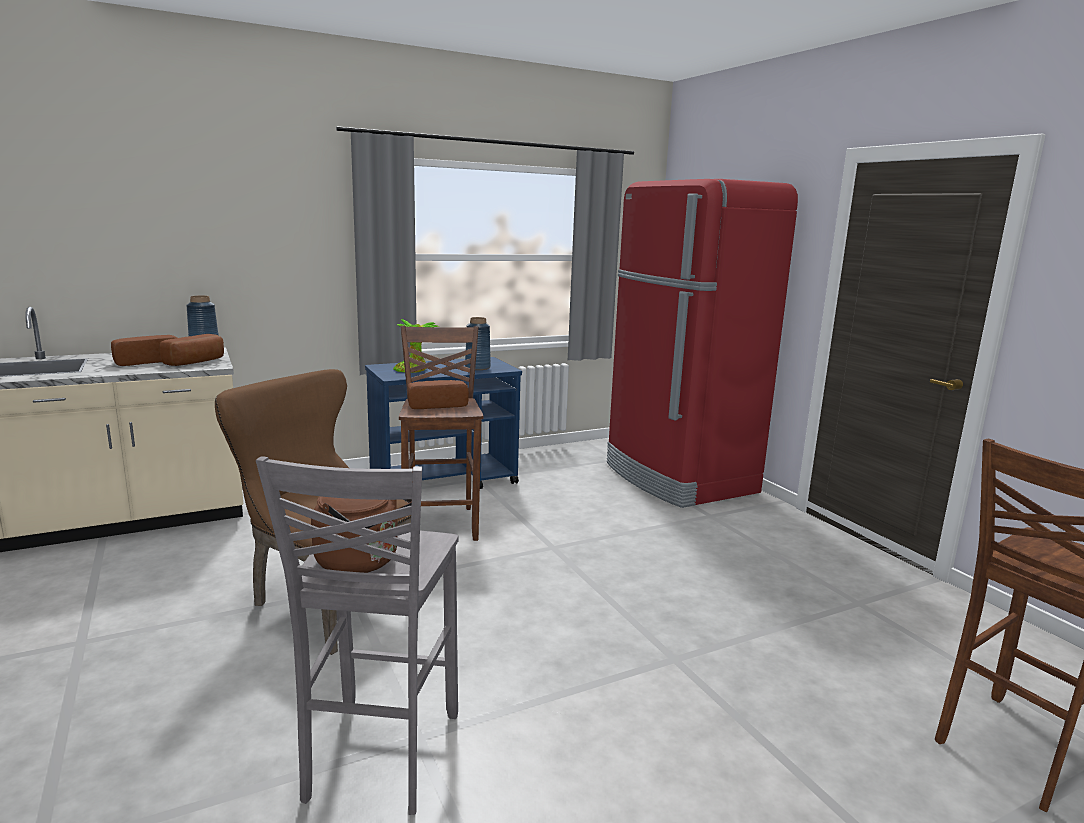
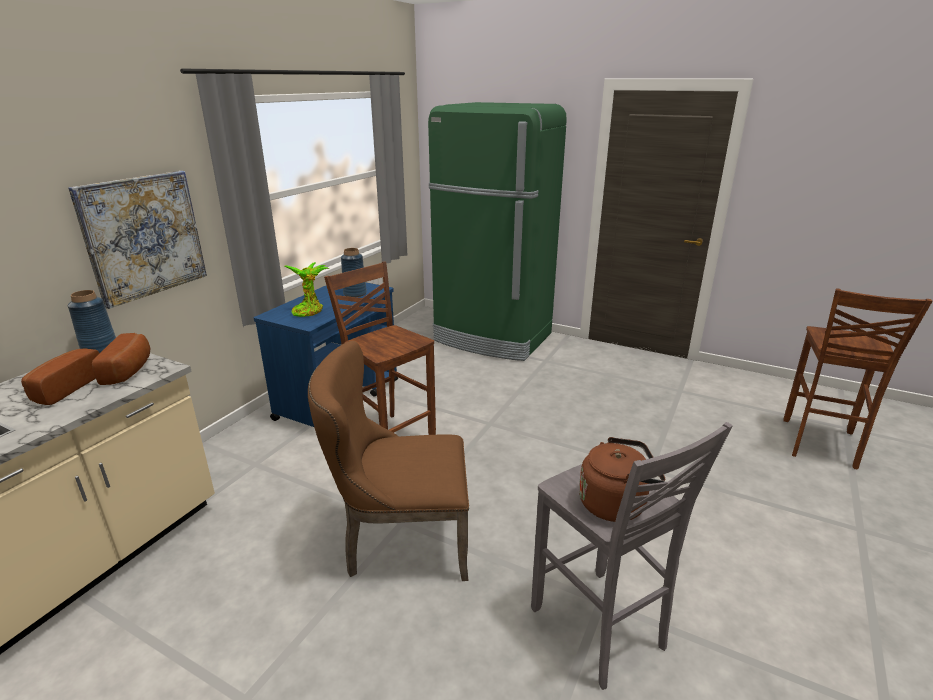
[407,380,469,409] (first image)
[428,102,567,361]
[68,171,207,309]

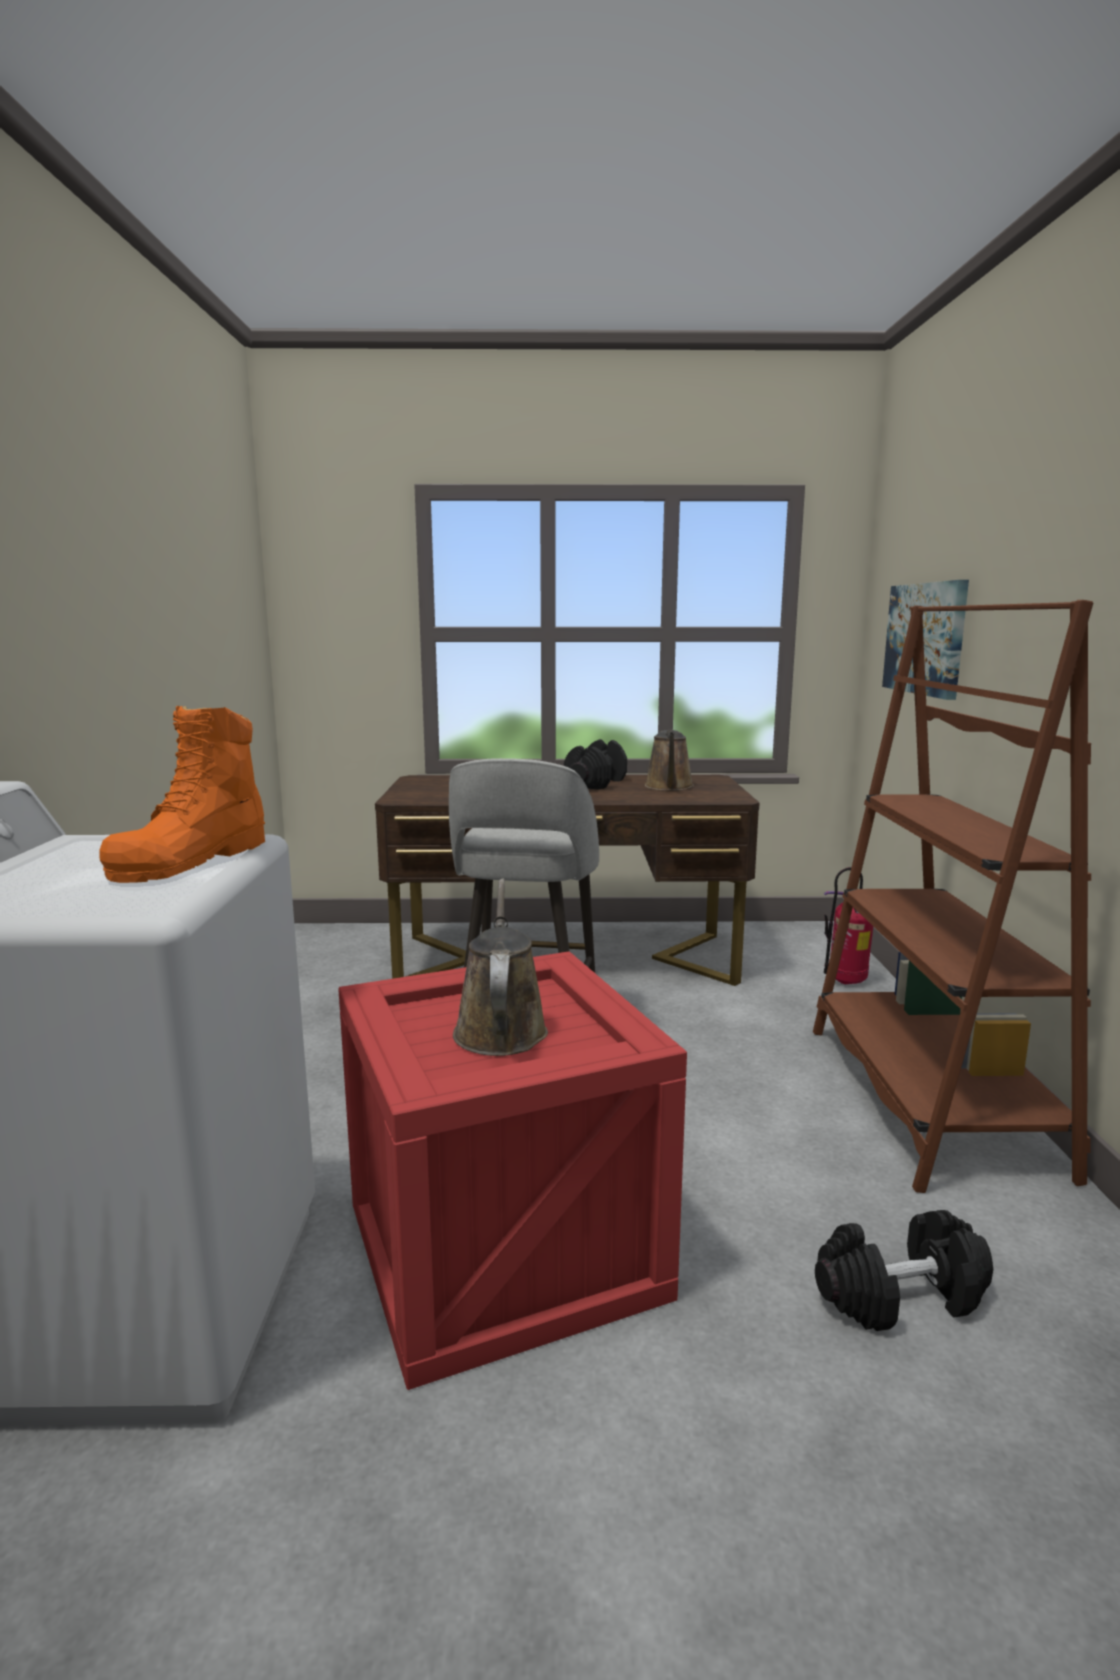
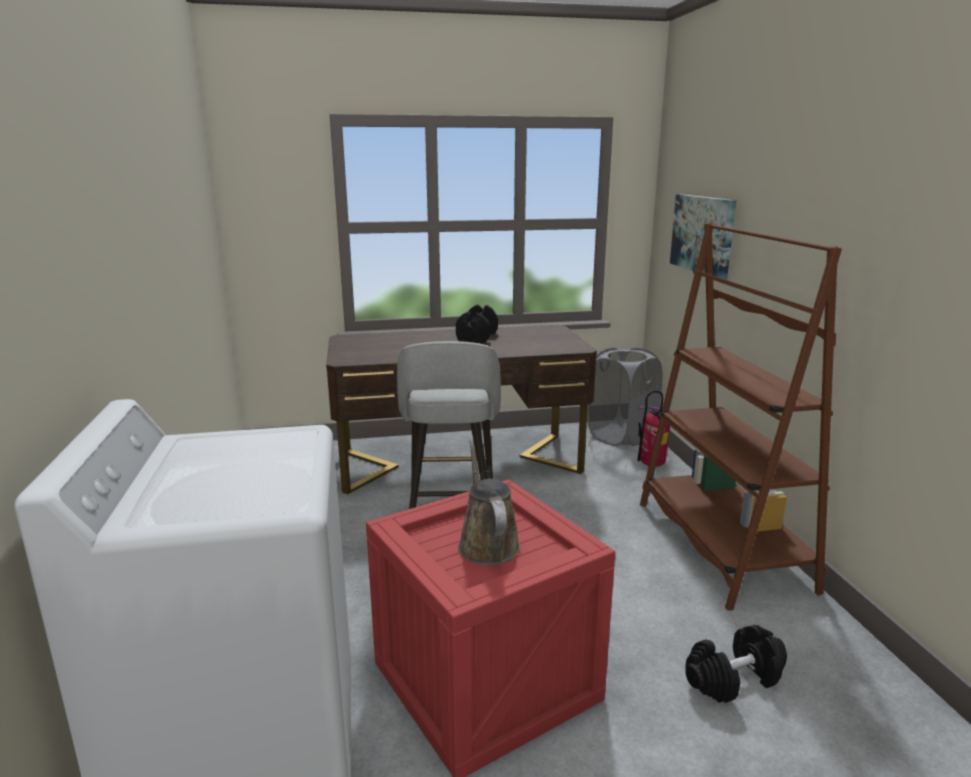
[99,706,265,883] (first image)
[645,730,694,791] (first image)
[587,348,663,446]

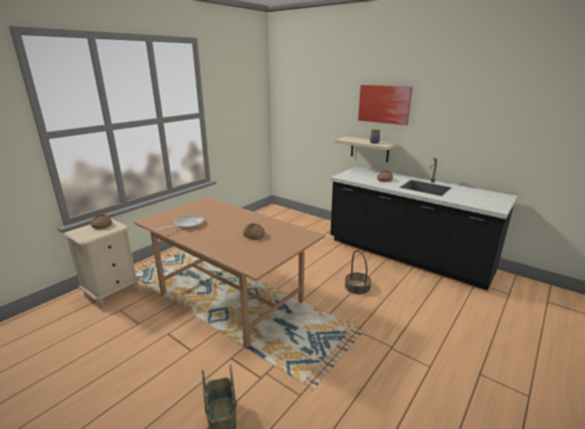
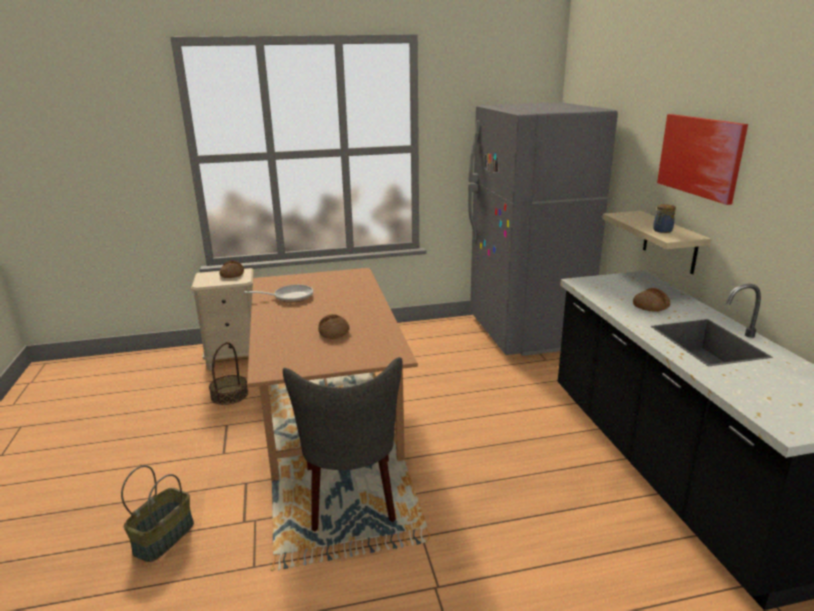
[209,342,248,405]
[283,357,402,532]
[468,102,618,356]

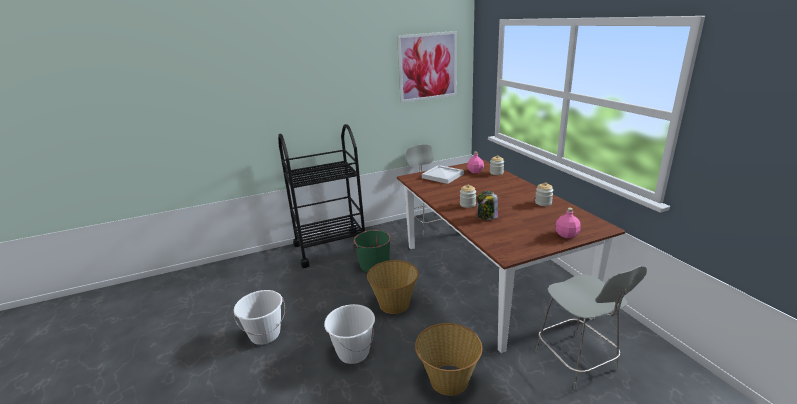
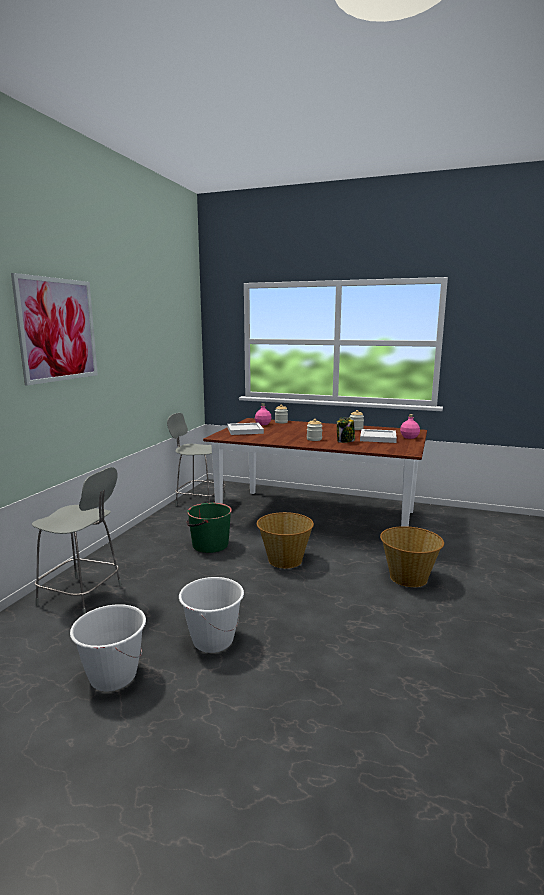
[278,124,365,268] (first image)
[70,604,146,692]
[11,273,98,385]
[31,467,122,615]
[360,429,397,443]

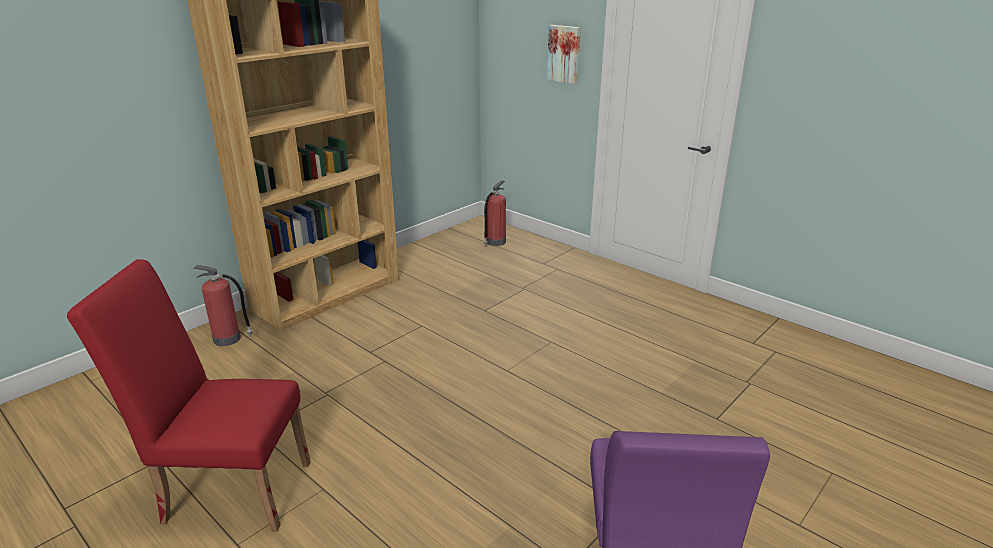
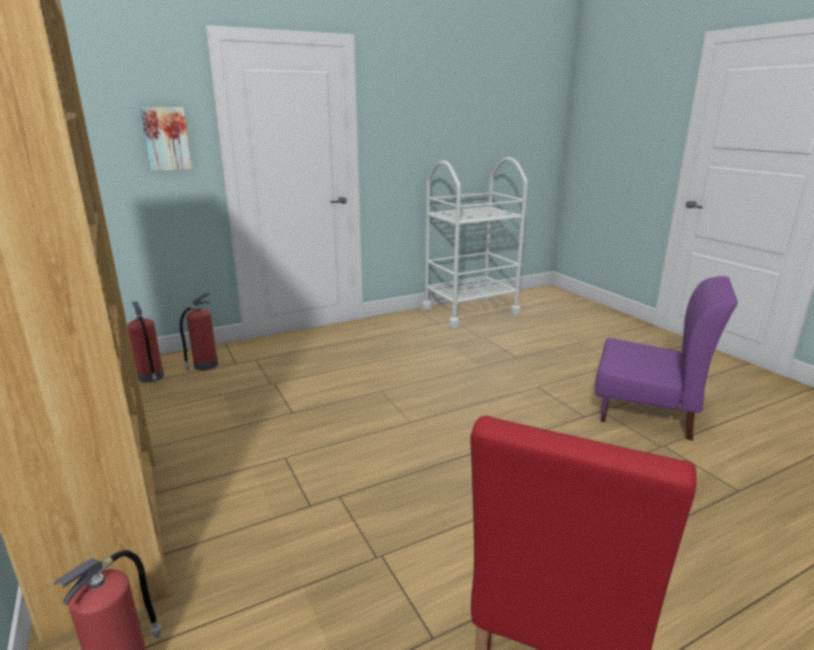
[180,293,218,371]
[422,157,528,328]

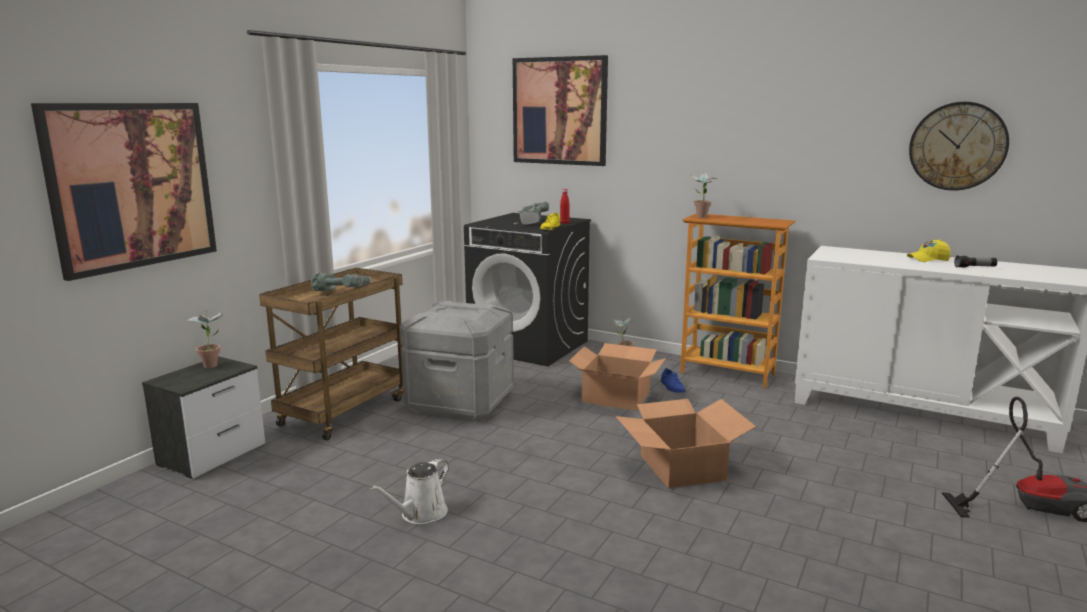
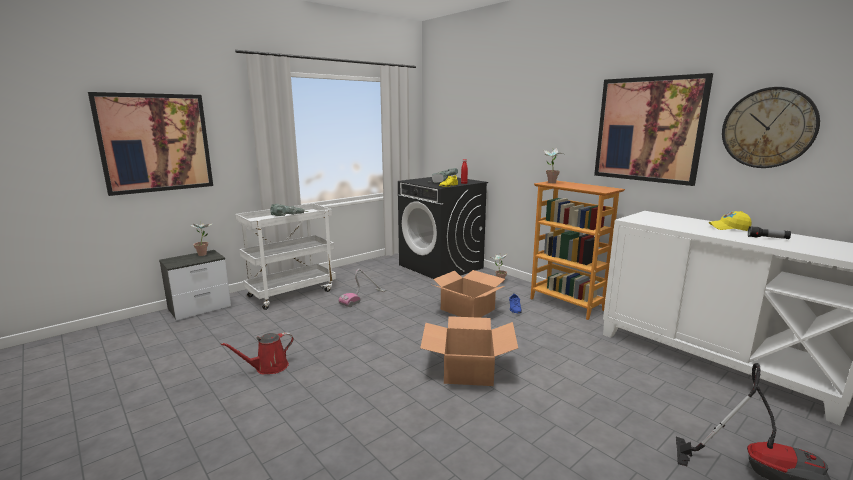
[235,203,336,310]
[221,332,294,374]
[339,269,387,307]
[594,73,713,186]

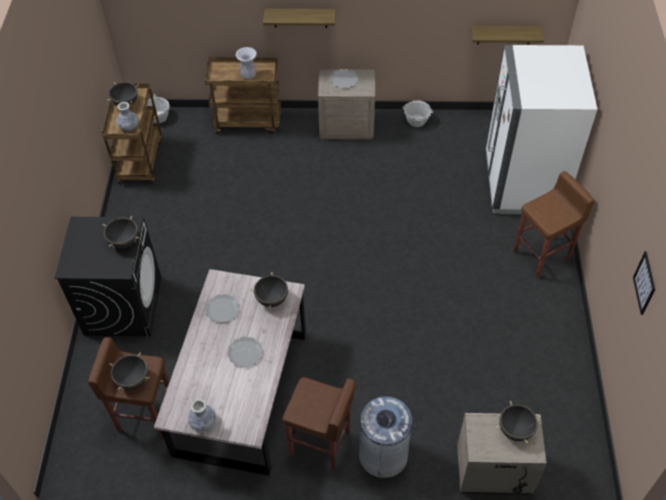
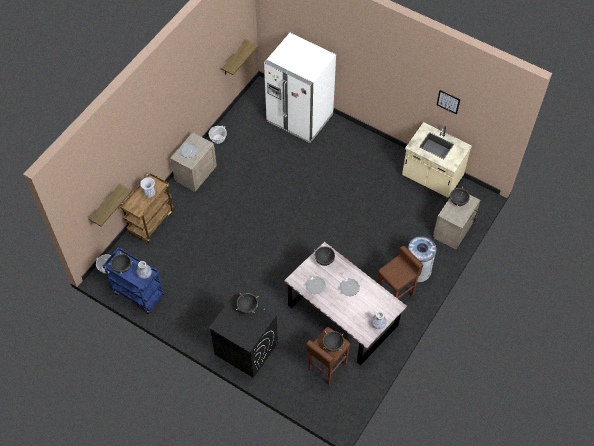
[103,248,164,314]
[89,184,132,226]
[513,171,595,278] (first image)
[402,122,472,198]

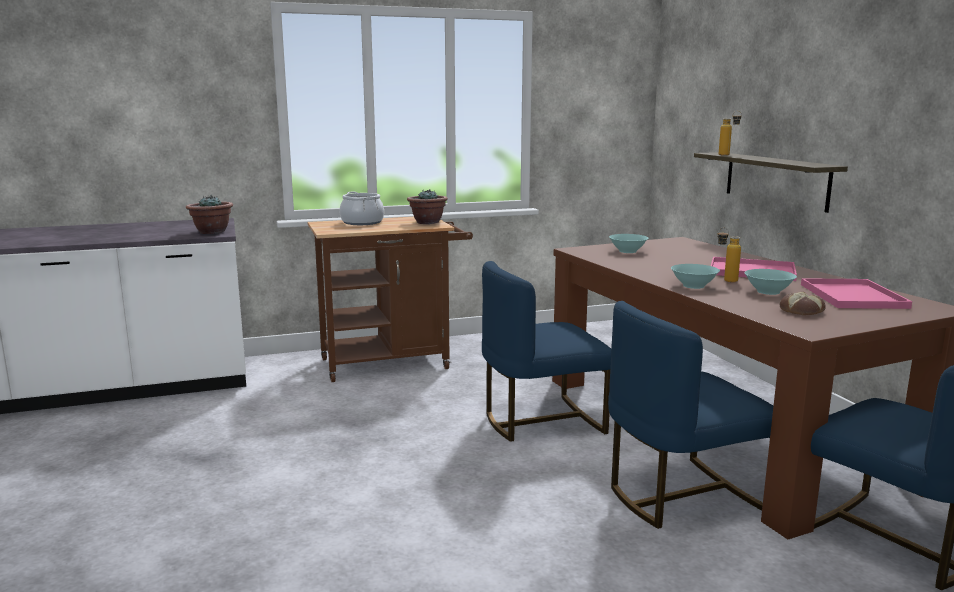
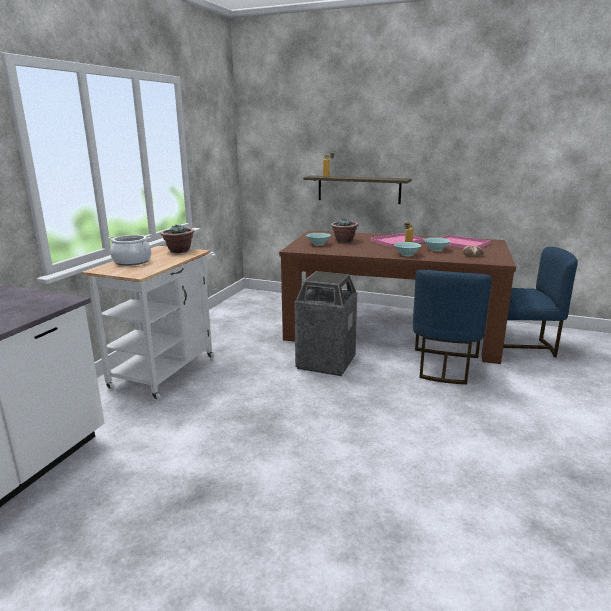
[331,219,359,242]
[82,246,216,401]
[294,271,357,376]

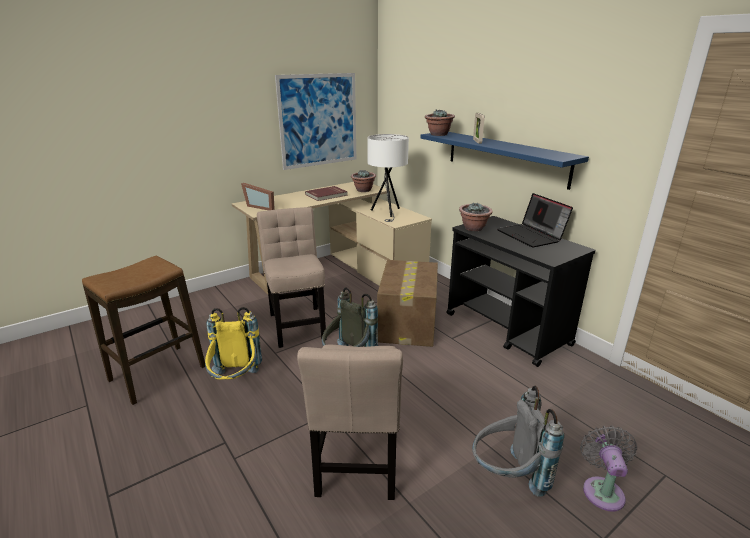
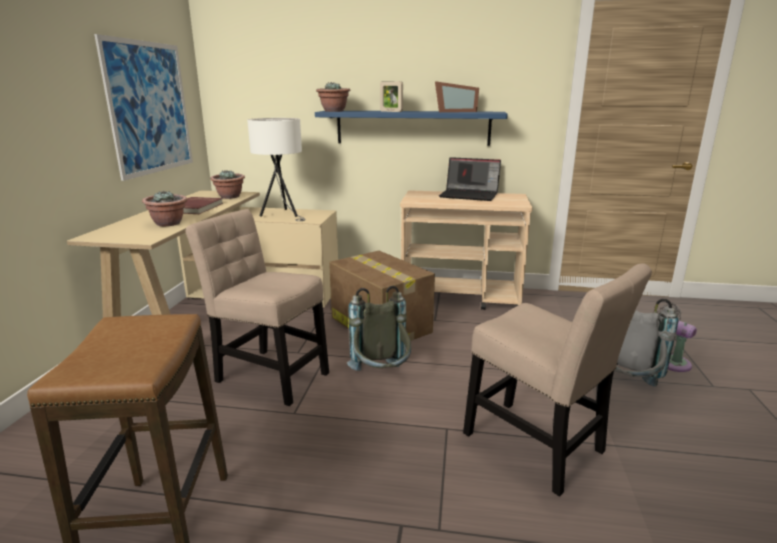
[205,307,262,380] (first image)
[435,82,479,112]
[400,190,533,310]
[142,190,187,226]

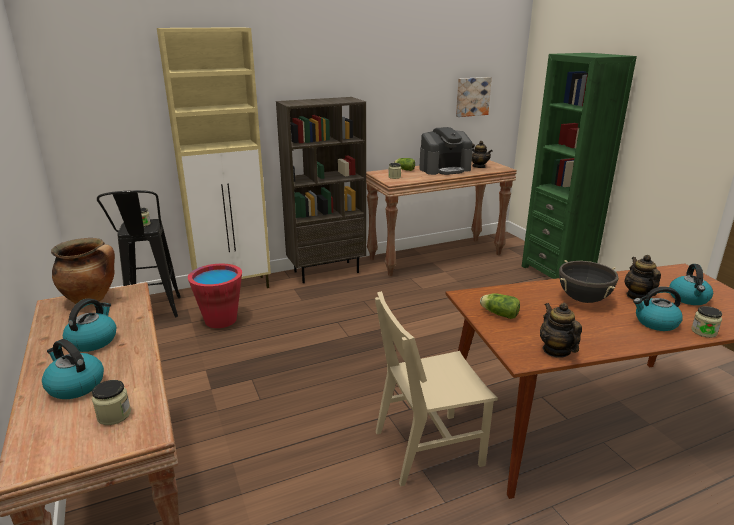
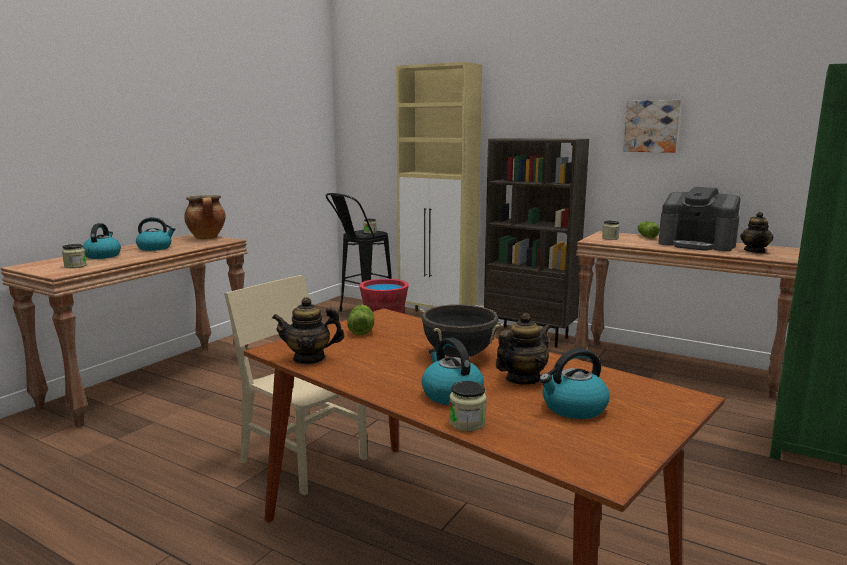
[623,100,681,153]
[272,297,344,365]

